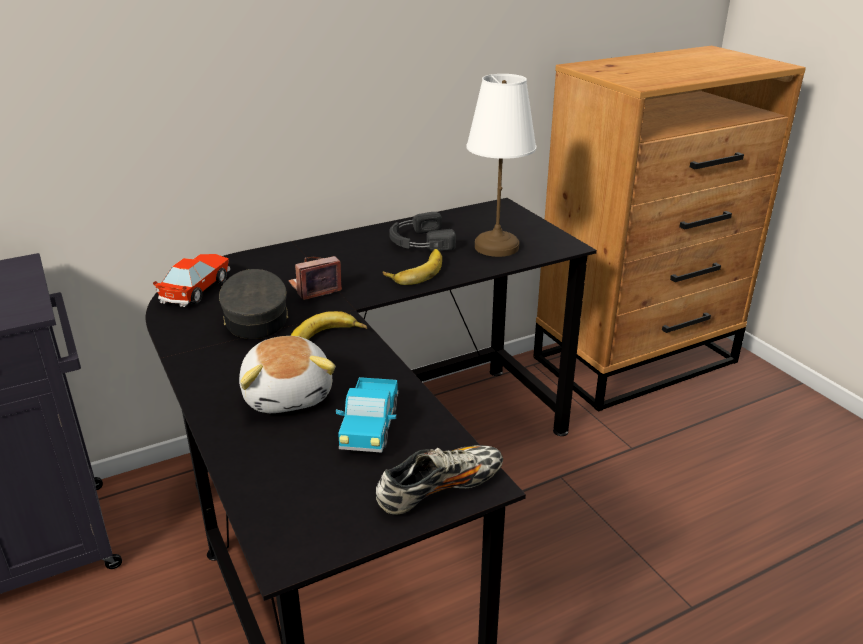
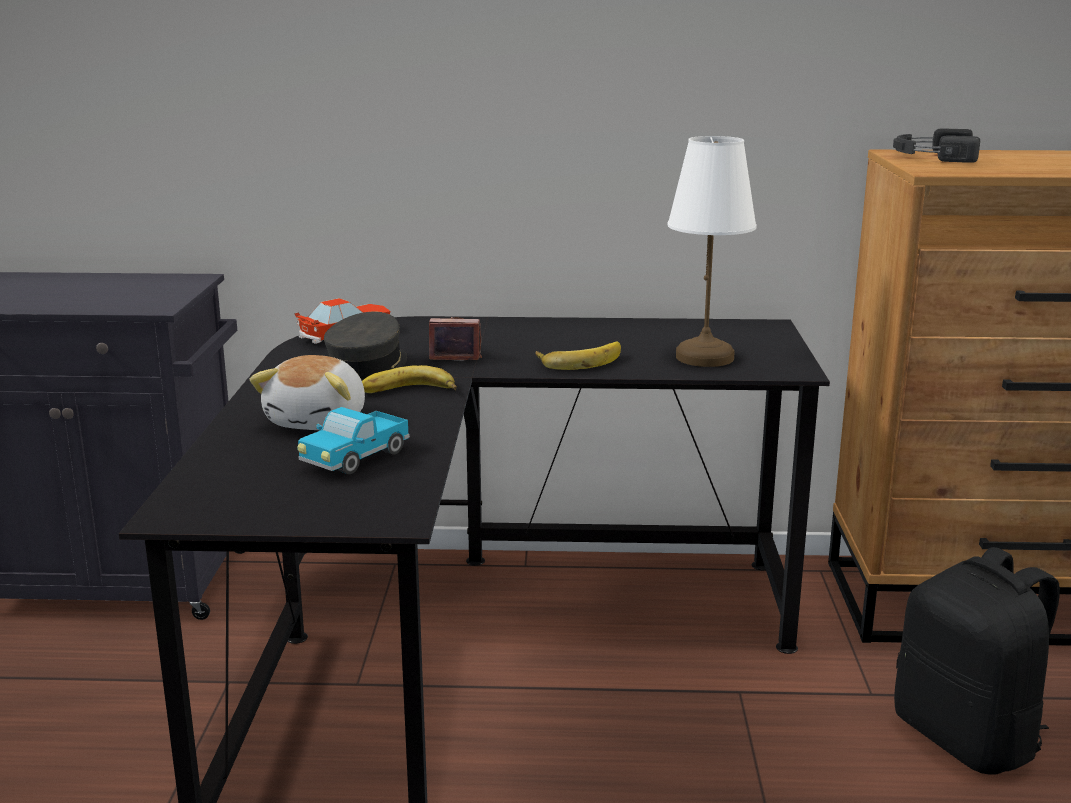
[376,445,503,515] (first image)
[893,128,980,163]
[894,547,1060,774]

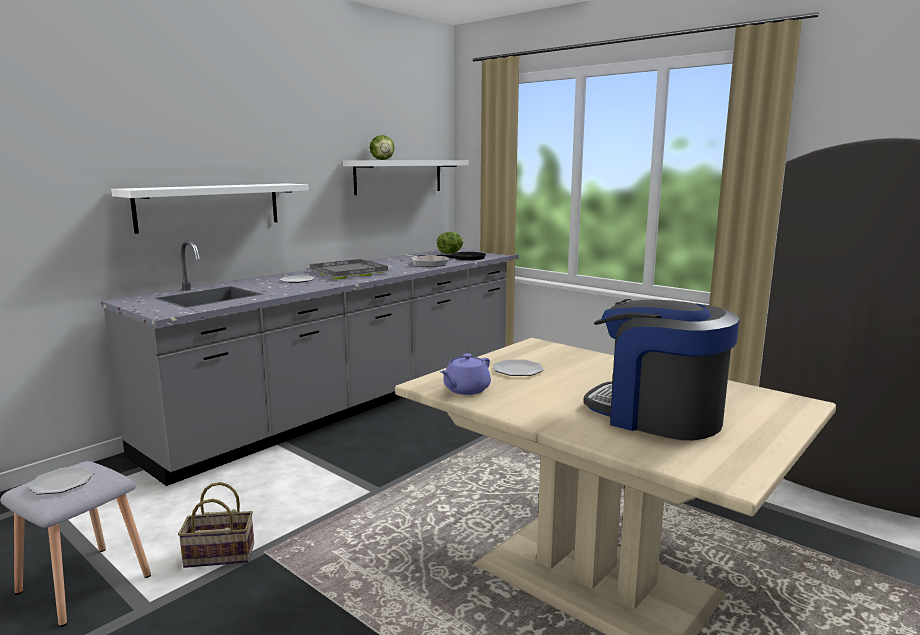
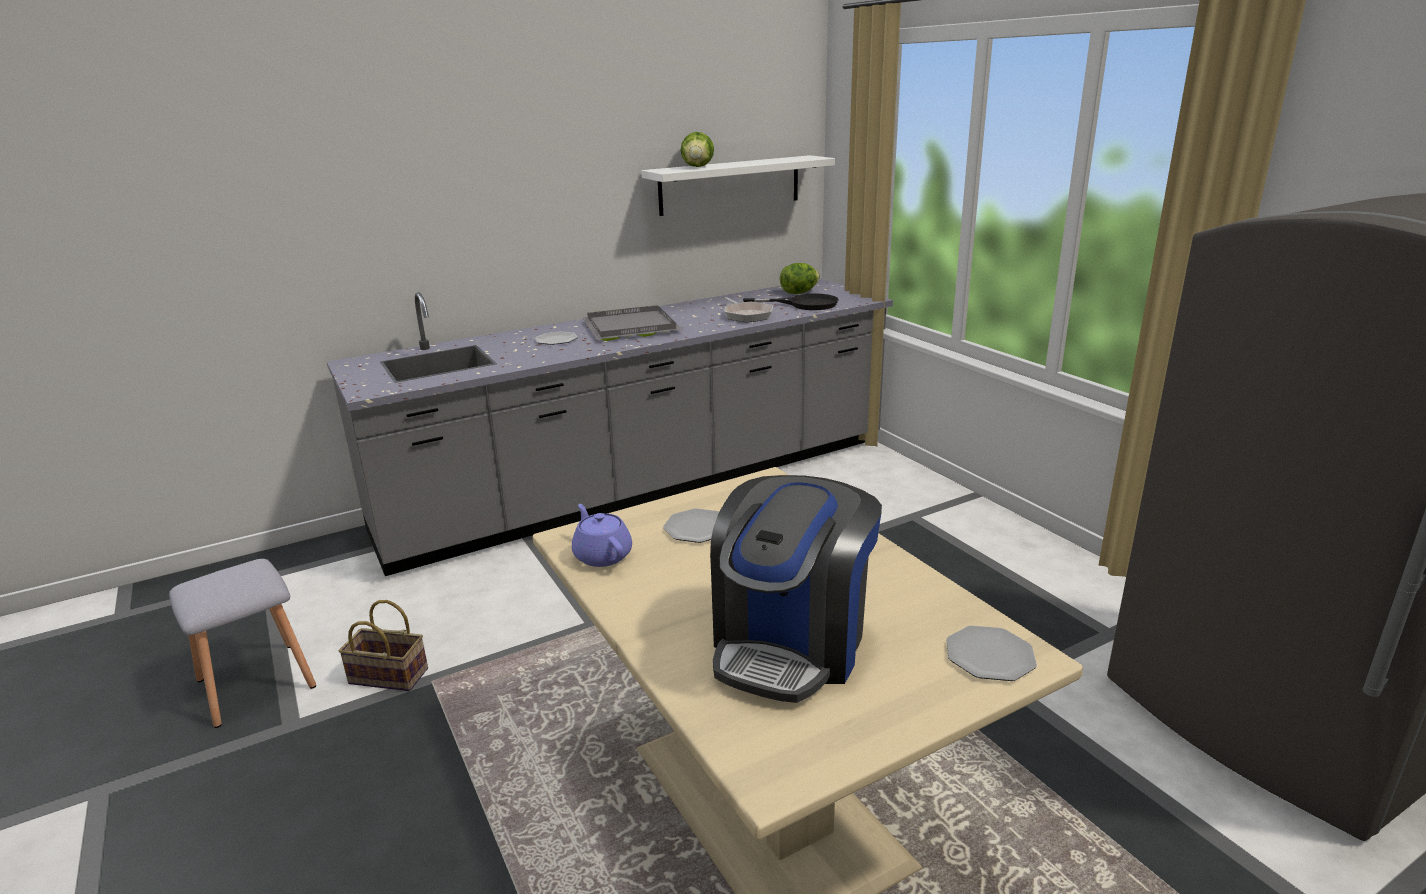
[946,626,1037,681]
[111,183,309,234] (first image)
[572,504,632,567]
[710,475,882,703]

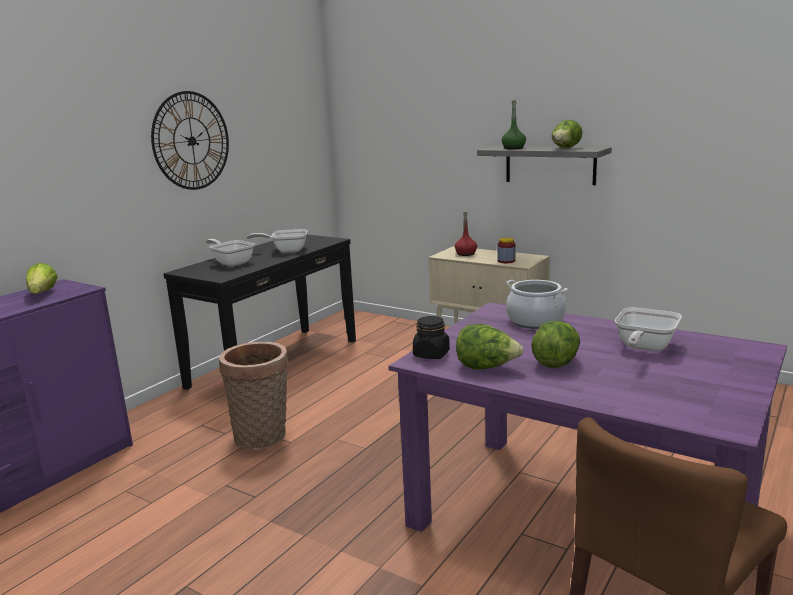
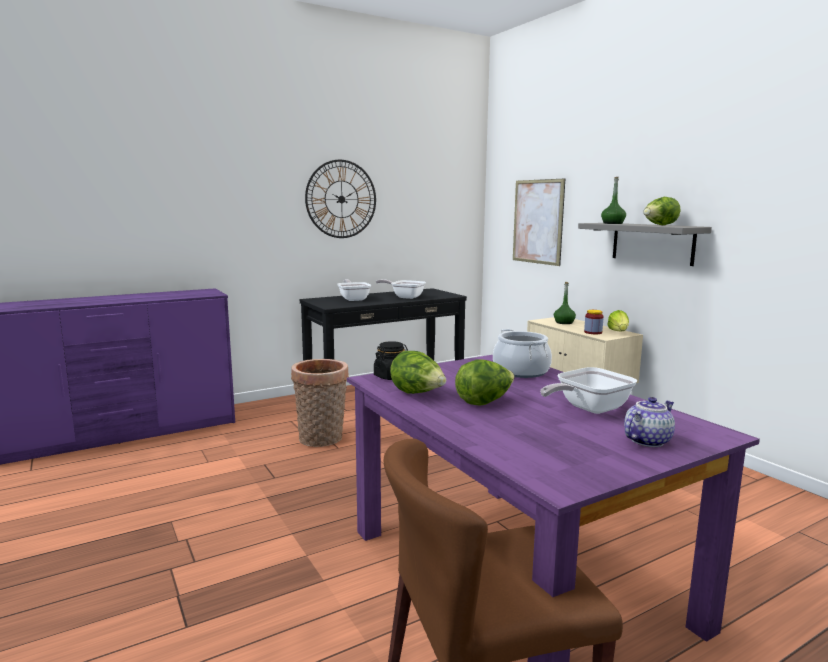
[607,310,629,331]
[554,282,576,324]
[513,179,565,266]
[624,397,675,447]

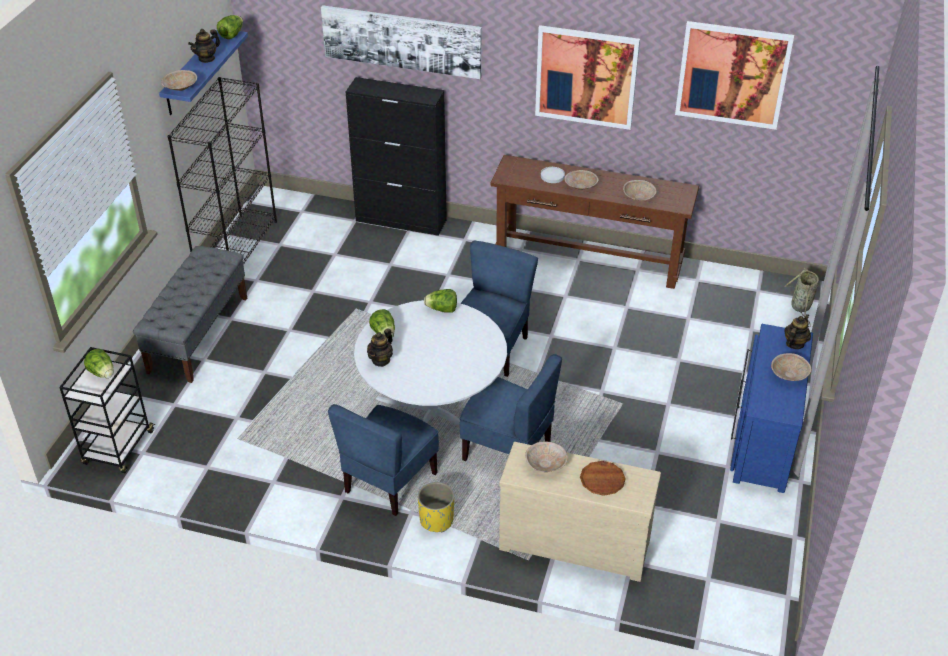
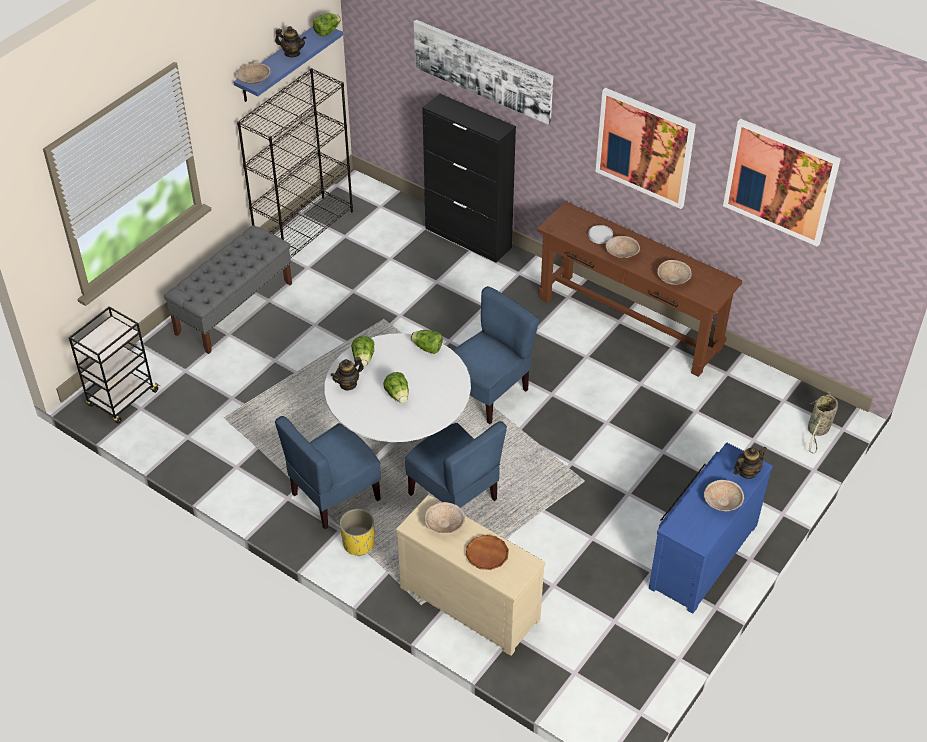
[383,372,409,403]
[275,26,306,57]

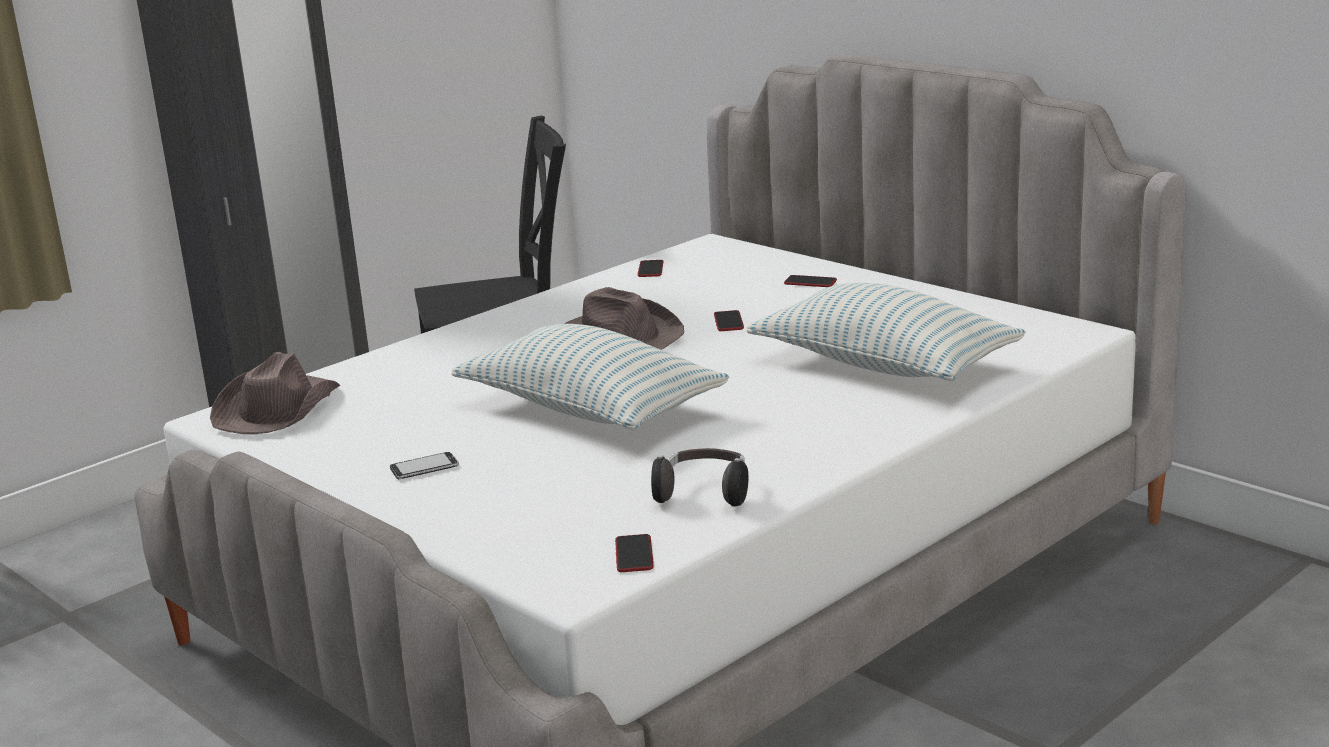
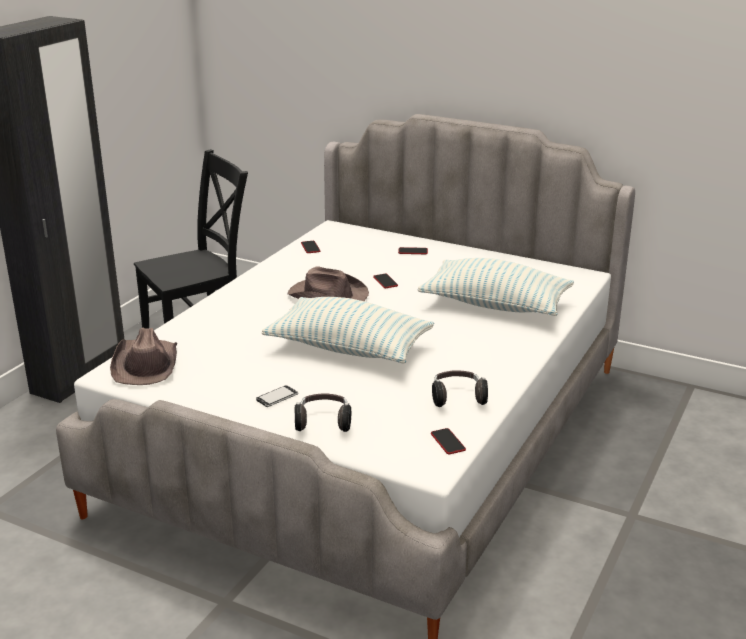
[295,393,351,432]

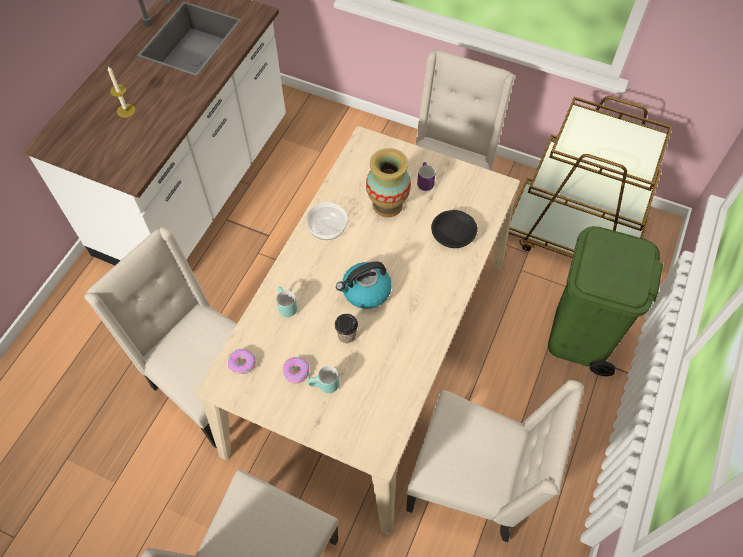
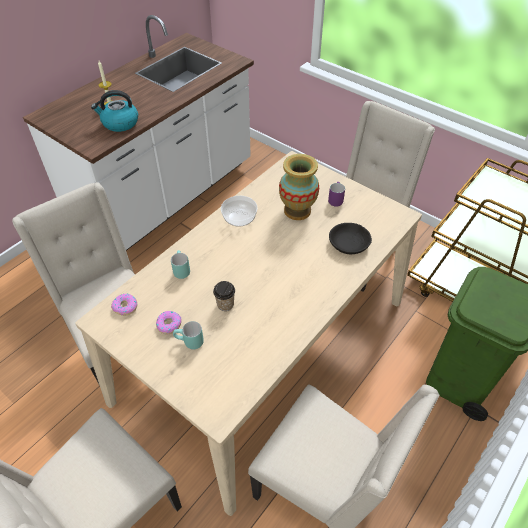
[91,90,138,132]

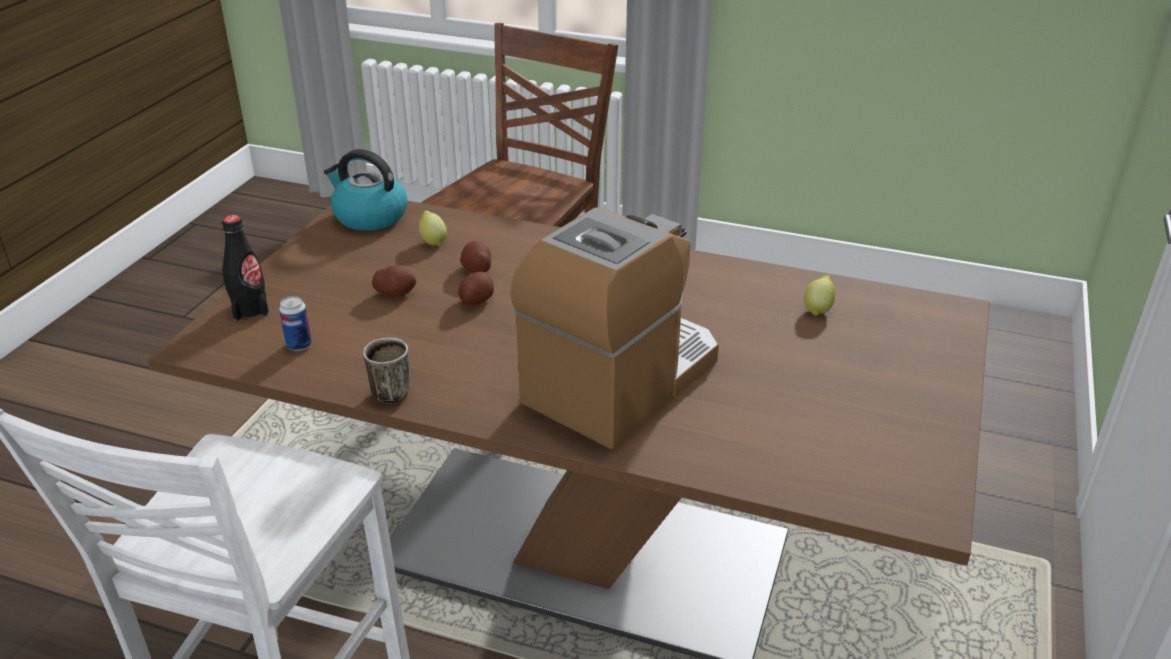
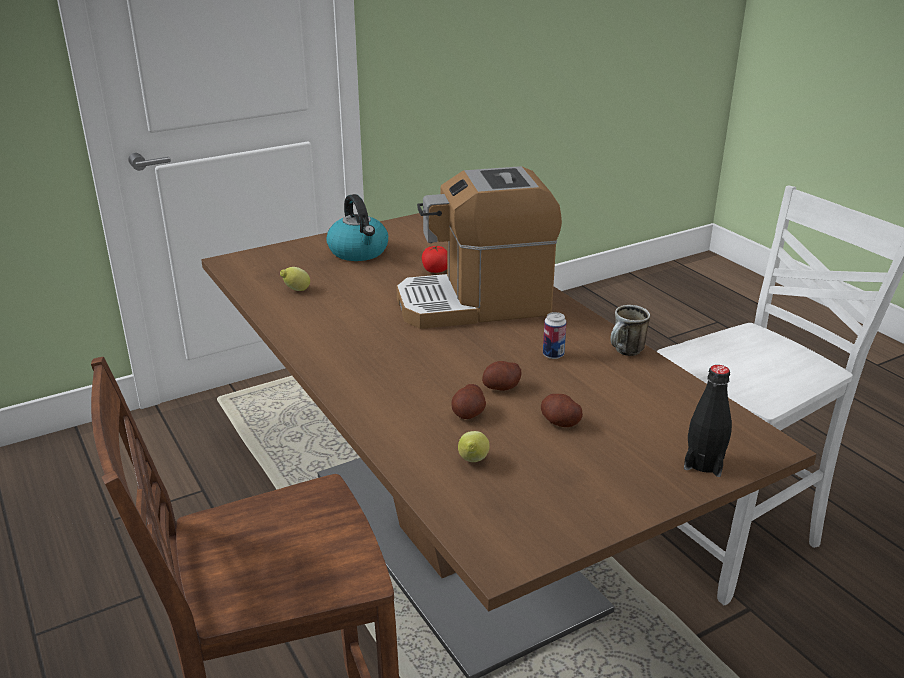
[543,312,566,359]
[327,194,388,261]
[422,245,447,273]

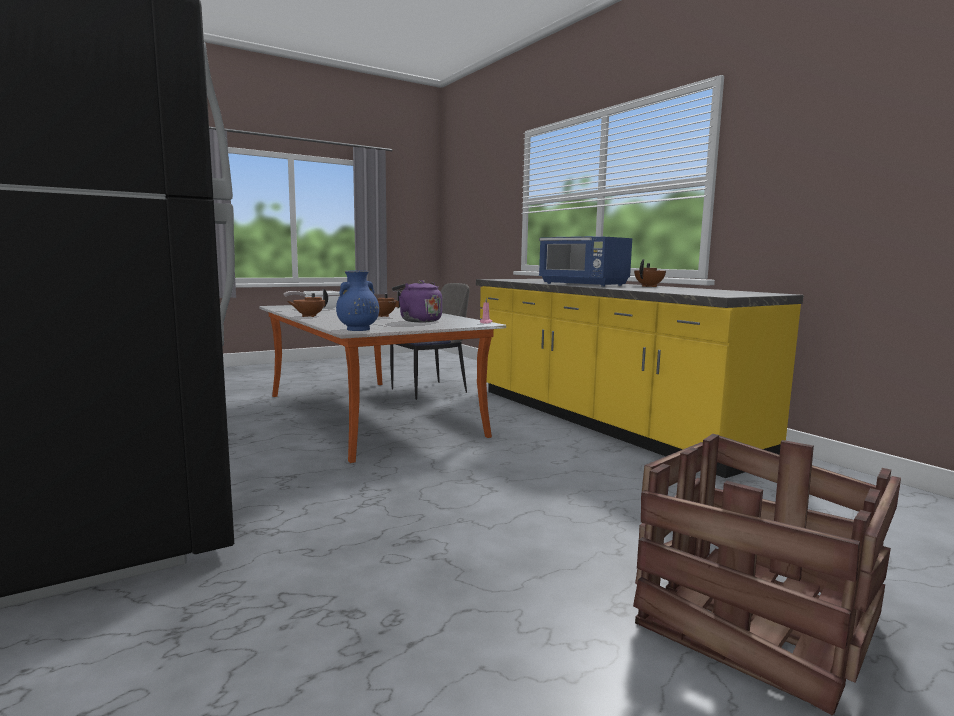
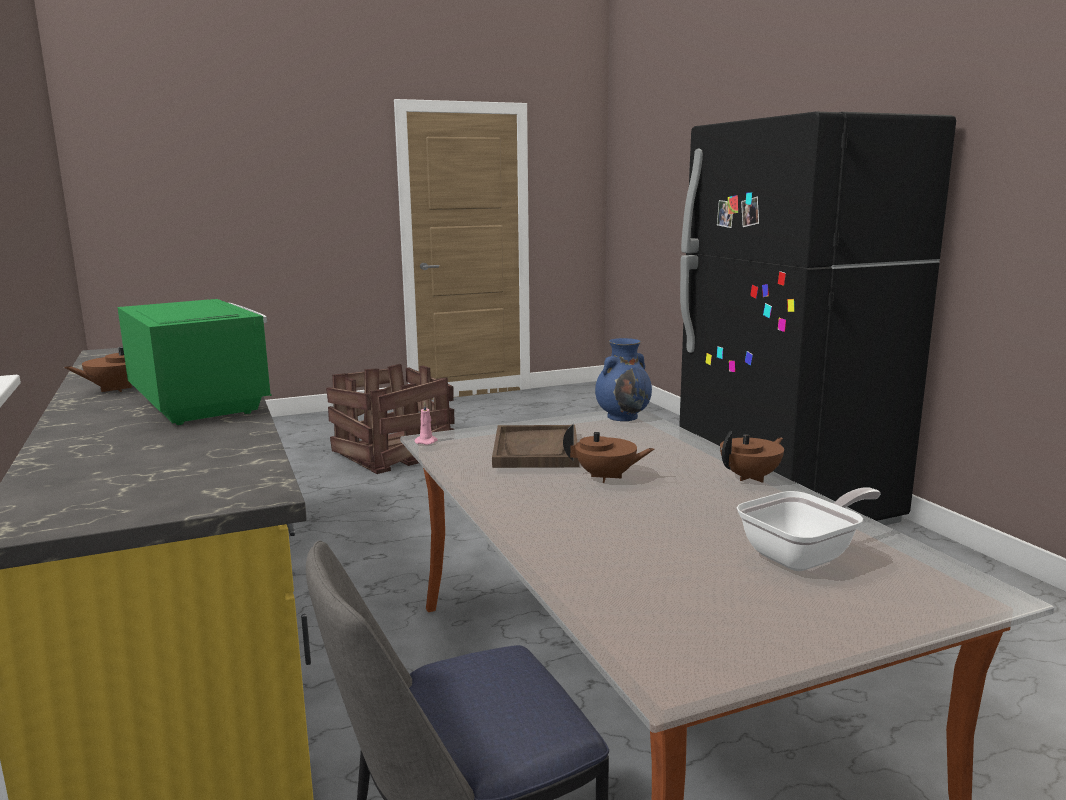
[492,425,579,468]
[117,299,272,425]

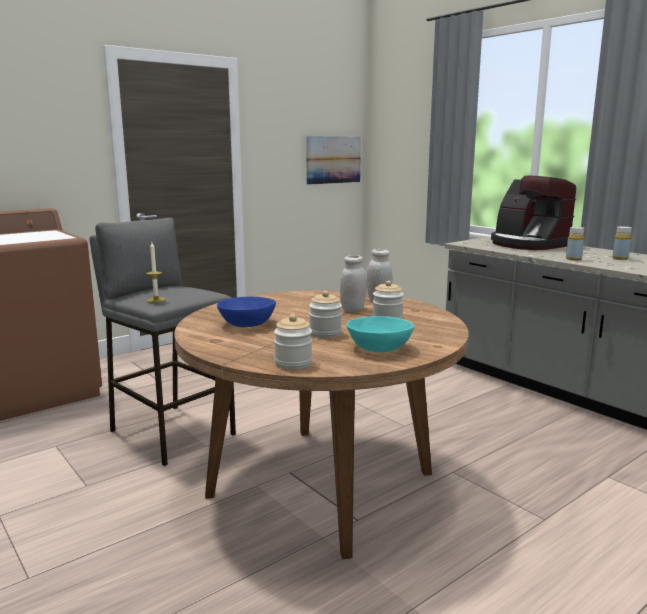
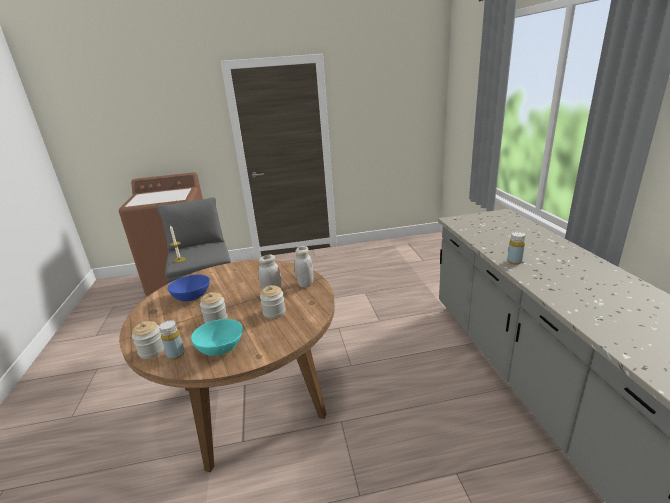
[306,136,361,185] (first image)
[491,176,576,250] (first image)
[159,320,185,360]

